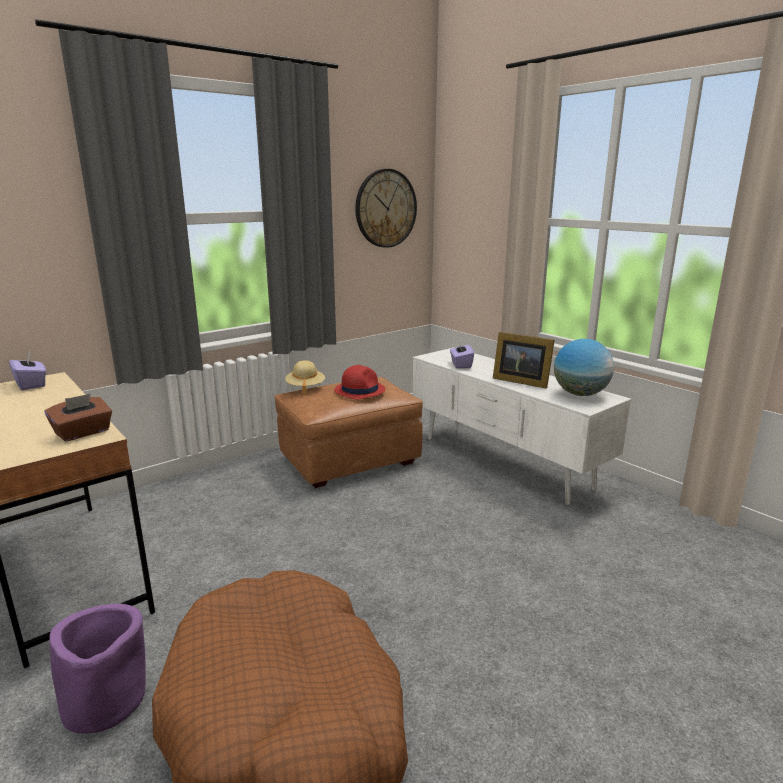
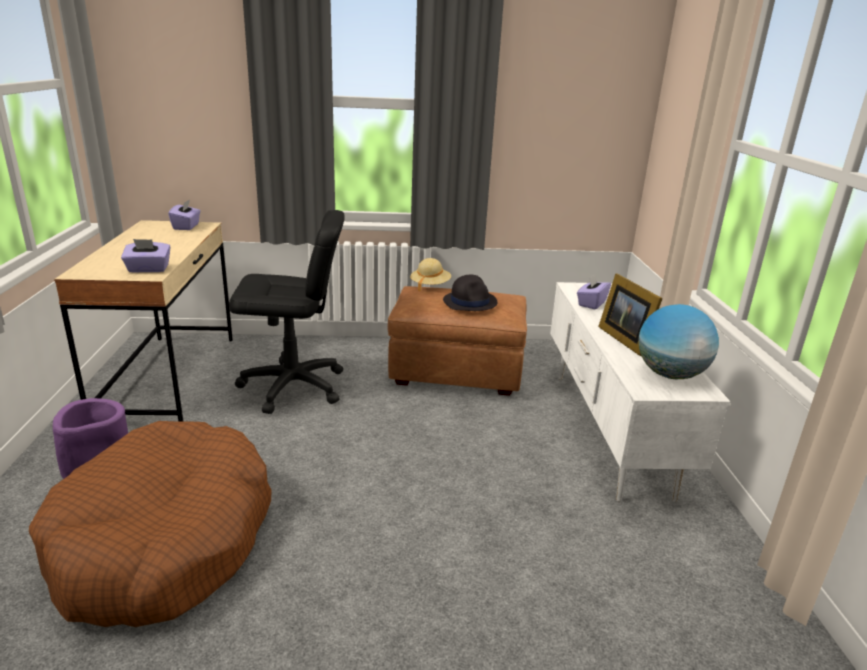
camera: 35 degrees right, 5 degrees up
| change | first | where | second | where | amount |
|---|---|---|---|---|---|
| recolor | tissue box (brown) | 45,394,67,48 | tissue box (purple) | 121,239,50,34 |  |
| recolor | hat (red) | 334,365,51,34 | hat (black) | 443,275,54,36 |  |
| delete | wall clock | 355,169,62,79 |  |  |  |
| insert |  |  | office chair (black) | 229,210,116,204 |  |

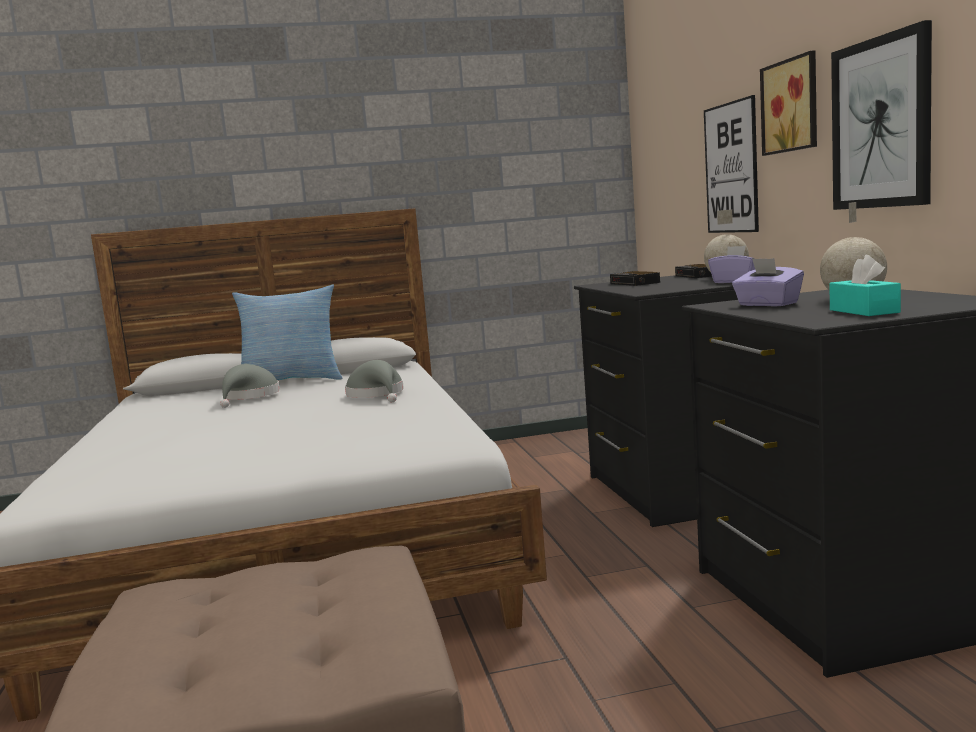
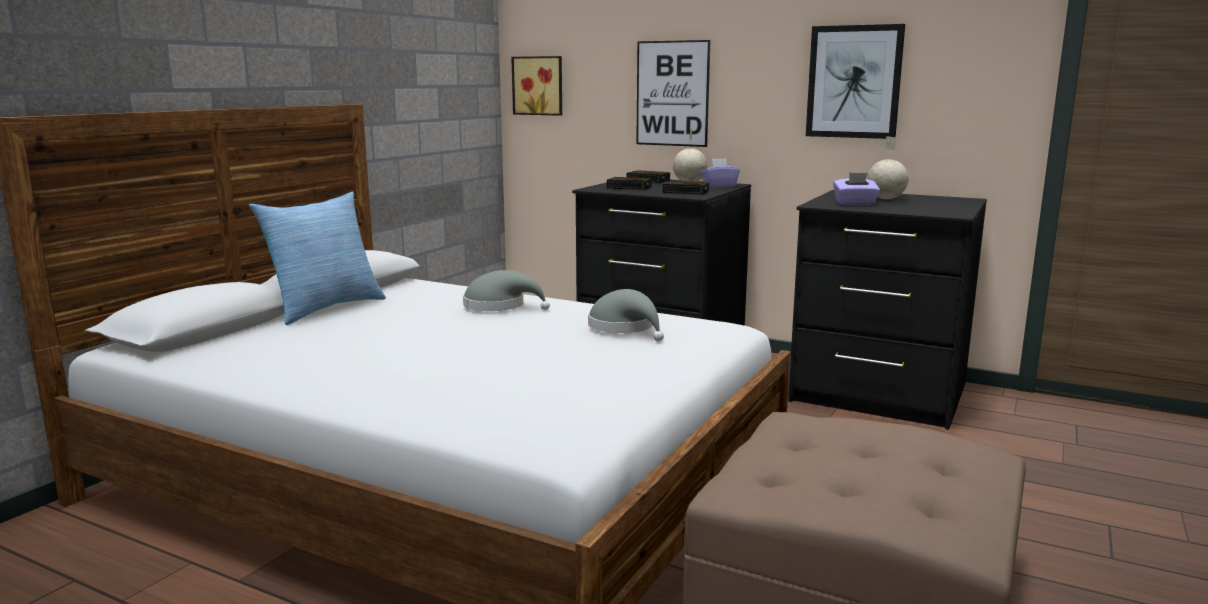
camera: 50 degrees left, 5 degrees up
| change | first | where | second | where | amount |
|---|---|---|---|---|---|
| move | hat (grey) | 220,364,60,44 |  | 588,289,76,52 |  |
| move | picture | 760,50,57,106 |  | 511,56,51,60 |  |
| delete | tissue box (turquoise) | 829,255,72,61 |  |  |  |
| insert |  |  | alarm clock | 663,181,46,14 |  |

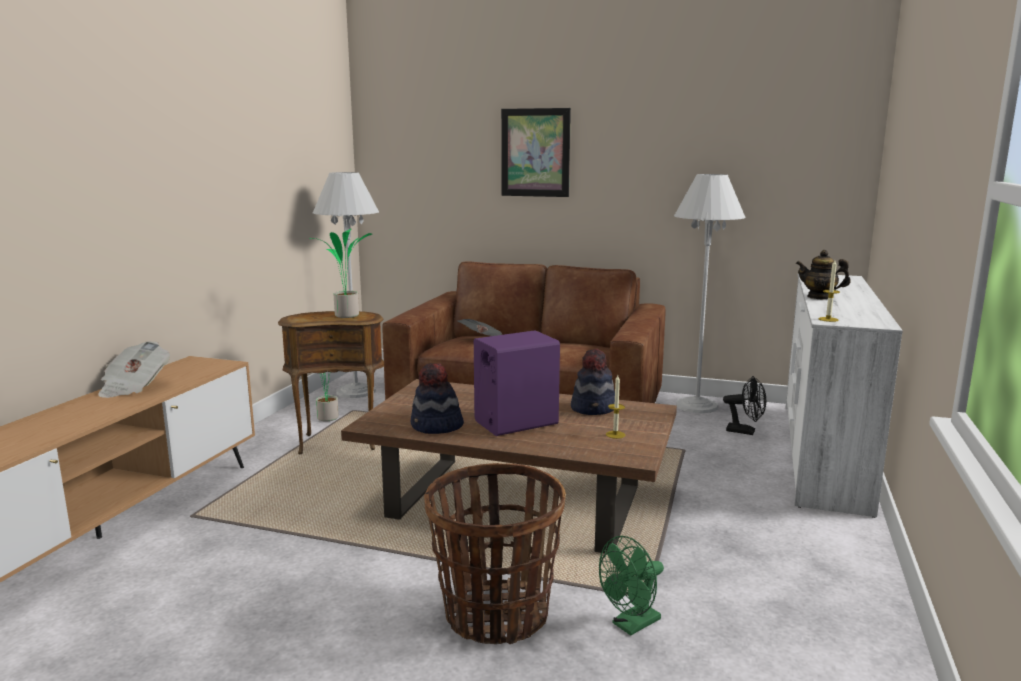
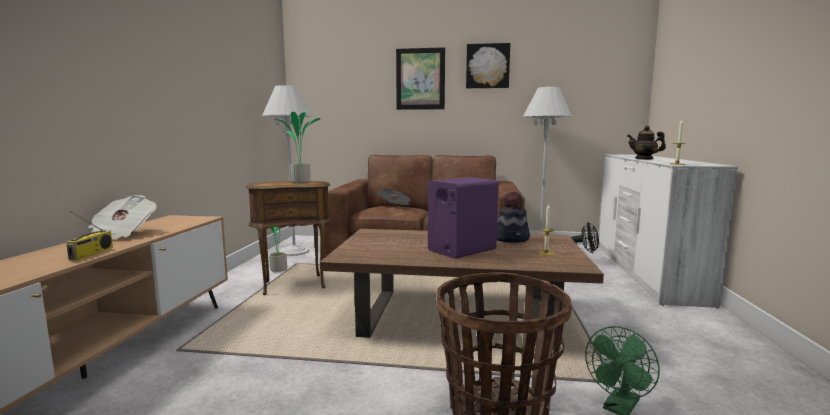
camera: 10 degrees left, 5 degrees down
| change | first | where | second | where | amount |
|---|---|---|---|---|---|
| delete | hat | 410,363,54,71 |  |  |  |
| insert |  |  | radio | 66,211,47,49 |  |
| insert |  |  | picture | 466,43,44,45 |  |

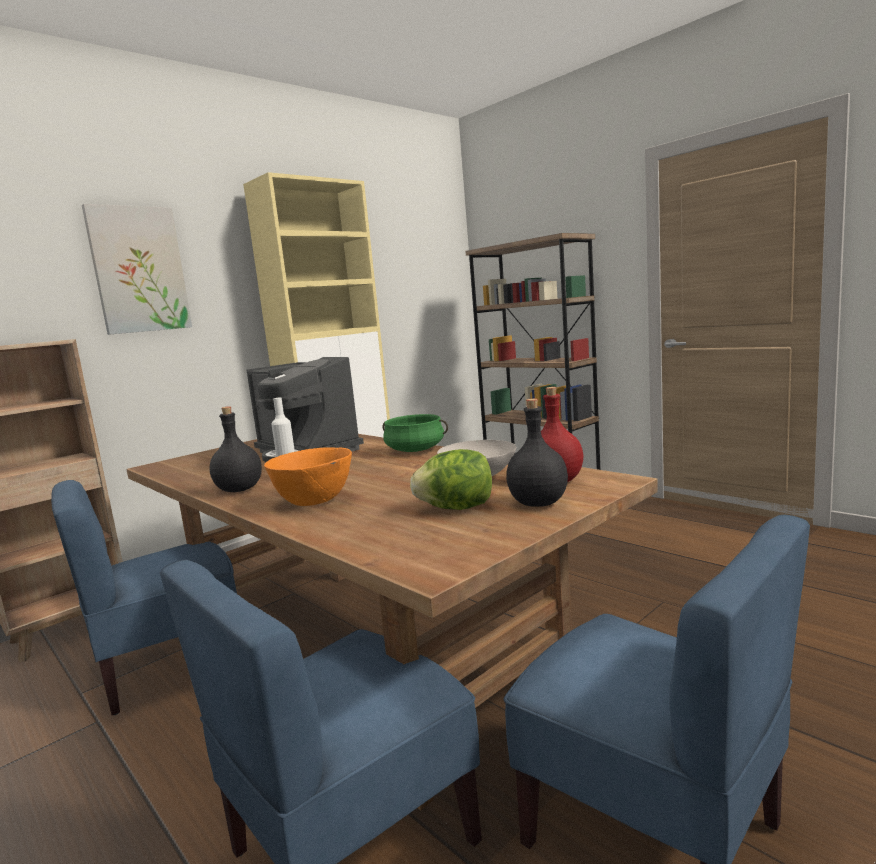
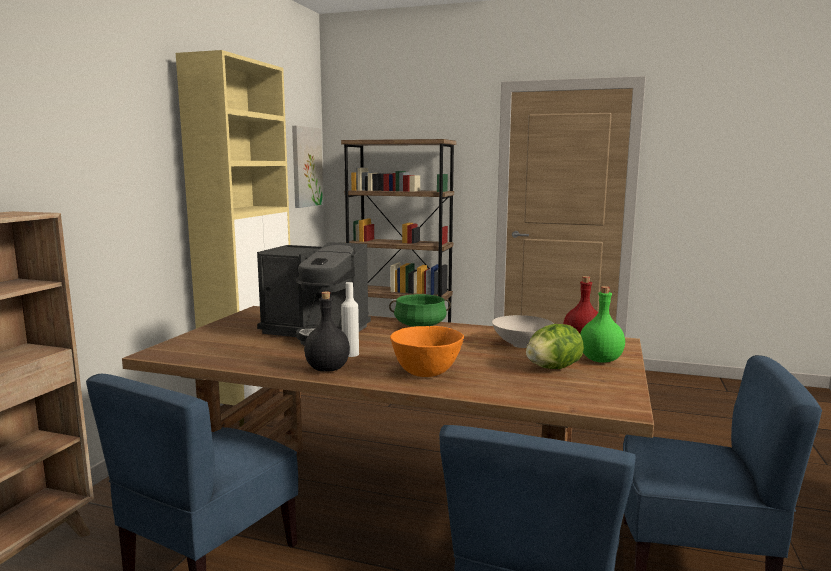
camera: 30 degrees left, 0 degrees up
| change | first | where | second | where | amount |
|---|---|---|---|---|---|
| move | picture | 82,204,110,131 |  | 292,126,31,82 |  |
| recolor | bottle (black) | 506,399,62,108 | bottle (green) | 580,286,45,77 |  |

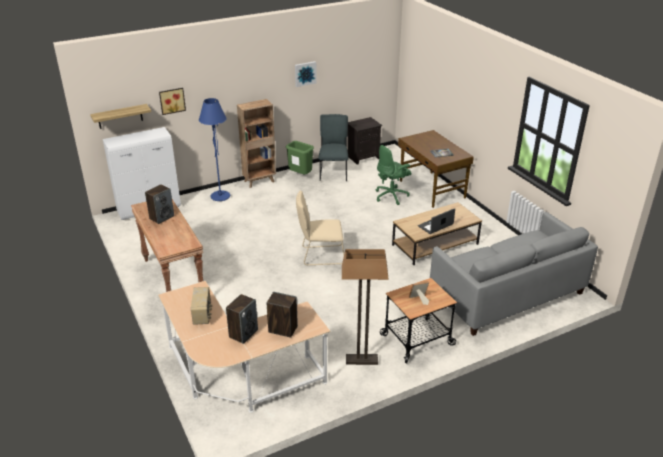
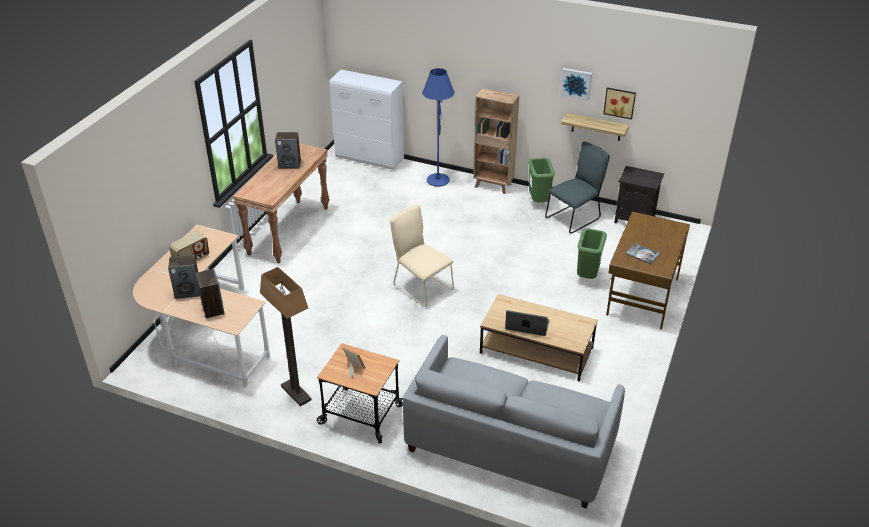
camera: 50 degrees right, 5 degrees up
| change | first | where | second | where | amount |
|---|---|---|---|---|---|
| move | shelf | 90,104,61,25 |  | 561,113,68,28 |  |
| move | picture | 159,88,27,27 |  | 603,87,33,33 |  |
| replace | office chair (green) | 376,145,35,60 | trash can (green) | 577,228,30,51 |  |

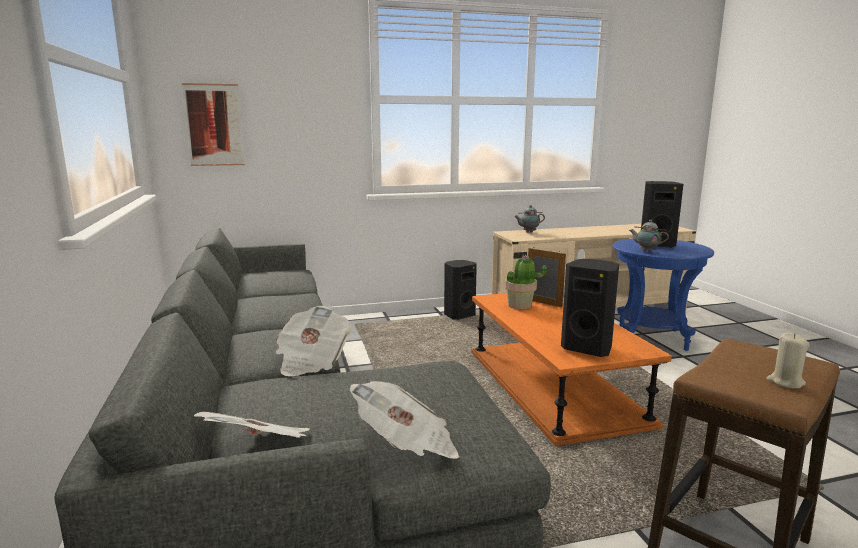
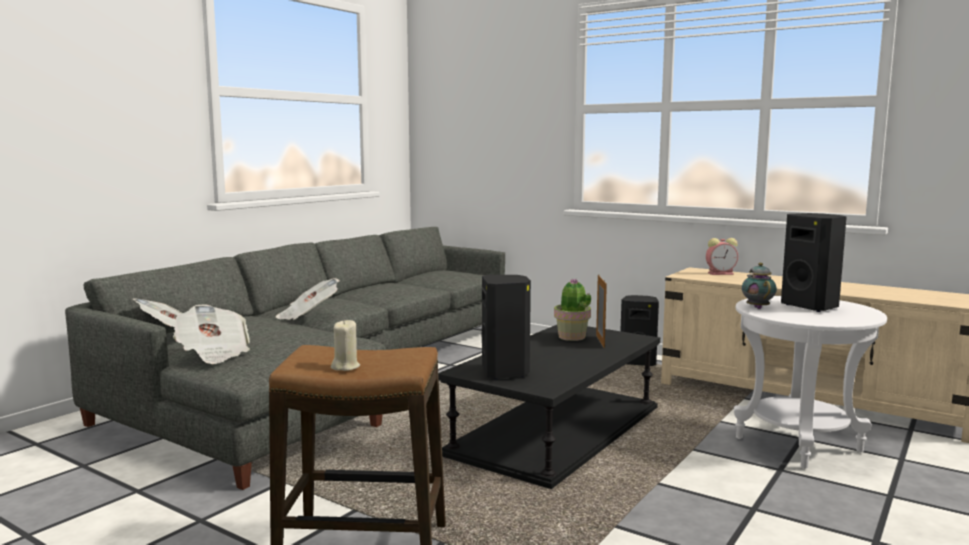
camera: 50 degrees right, 5 degrees down
| change | first | where | second | where | amount |
|---|---|---|---|---|---|
| delete | picture | 182,83,63,83 |  |  |  |
| recolor | coffee table (orange) | 471,293,201,153 | coffee table (black) | 438,325,222,164 |  |
| replace | teapot | 514,205,31,28 | alarm clock | 706,238,32,37 |  |
| recolor | side table (blue) | 613,239,101,112 | side table (white) | 734,296,153,173 |  |

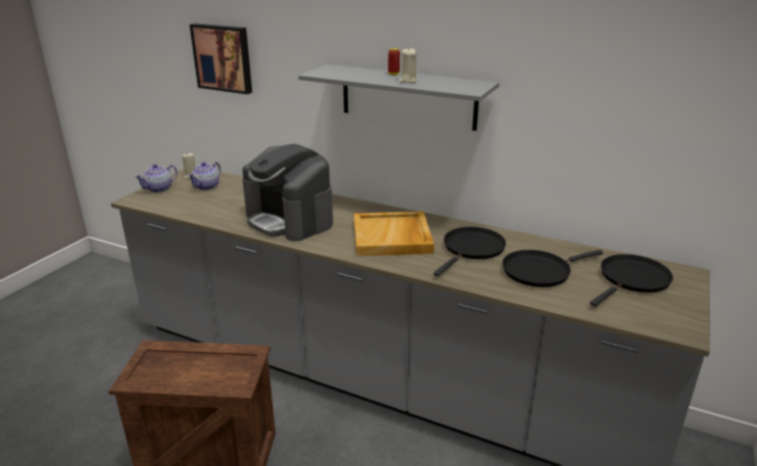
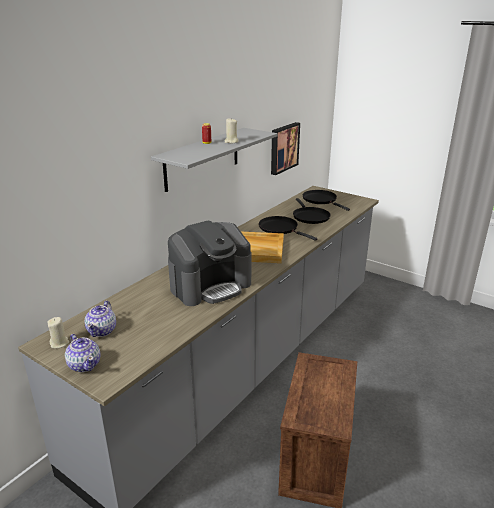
camera: 80 degrees left, 0 degrees up
| change | first | where | second | where | amount |
|---|---|---|---|---|---|
| rotate | teapot | 188,162,33,28 |  | 85,301,31,36 | 60 degrees clockwise |
| move | picture | 189,23,63,71 |  | 271,122,29,53 |  |

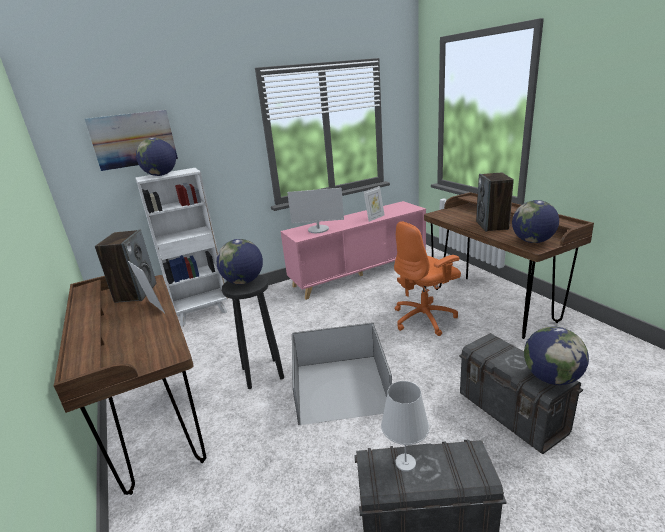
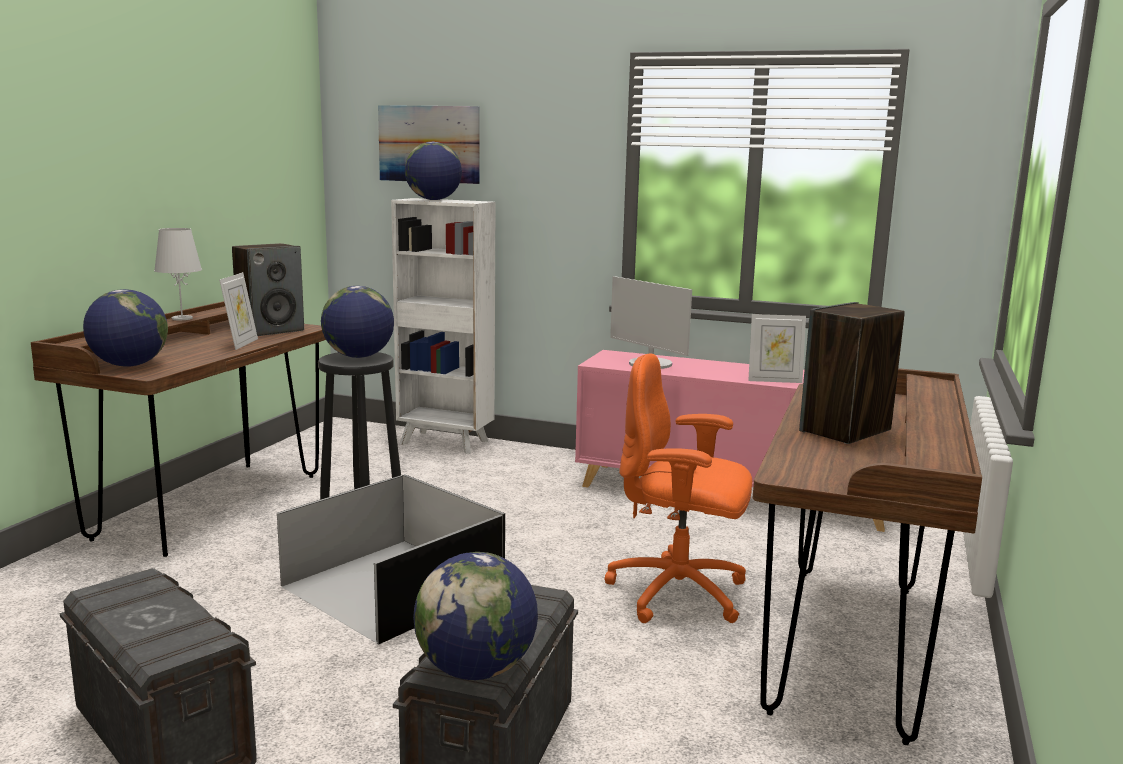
camera: 45 degrees right, 10 degrees down
| change | first | where | second | where | amount |
|---|---|---|---|---|---|
| move | table lamp (white) | 381,381,48,91 |  | 154,228,48,92 |  |
| move | globe | 512,200,47,43 |  | 83,289,85,78 |  |

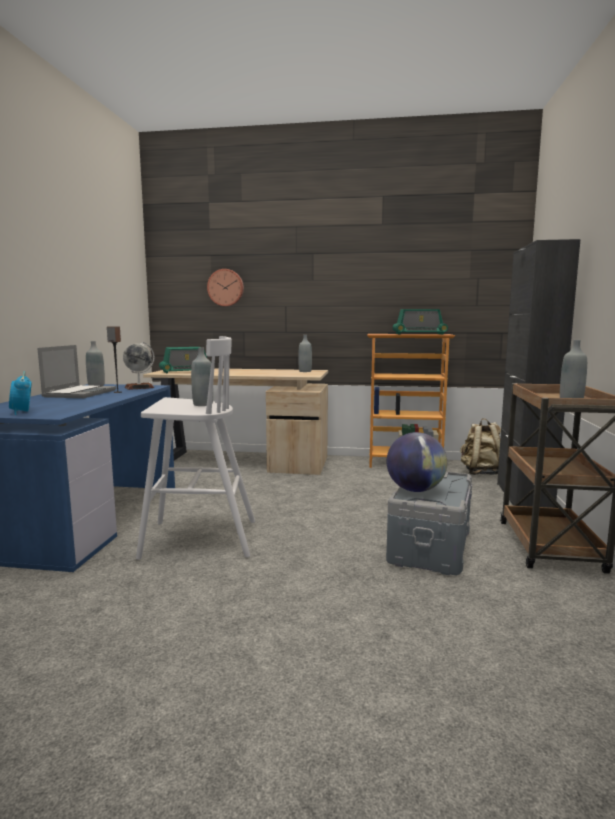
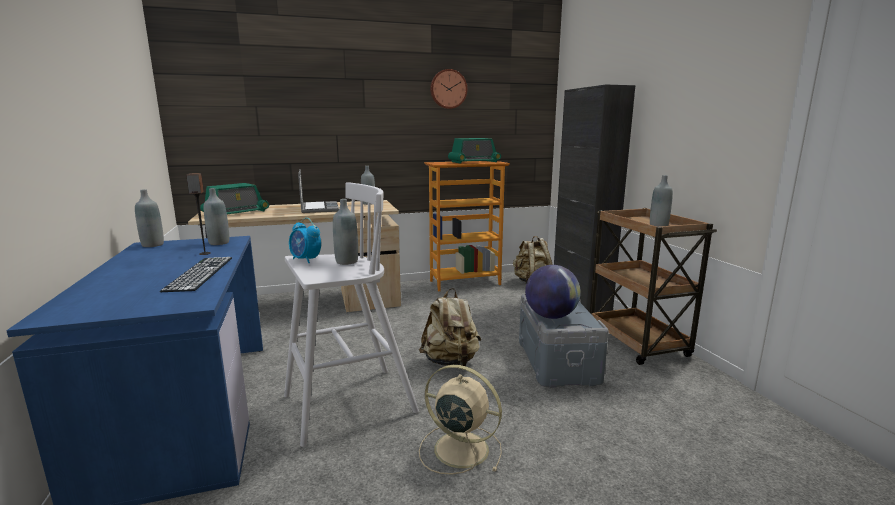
camera: 25 degrees left, 5 degrees up
| change | first | where | second | where | amount |
|---|---|---|---|---|---|
| move | alarm clock | 9,371,23,44 |  | 289,218,32,45 |  |
| move | laptop | 37,345,79,53 |  | 298,169,41,44 |  |
| replace | globe | 123,342,31,48 | bottle (grey) | 204,188,25,57 |  |
| move | wall clock | 207,269,37,37 |  | 430,69,37,40 |  |
| insert |  |  | keyboard | 160,257,72,35 |  |
| insert |  |  | backpack (beige) | 419,288,62,78 |  |
| insert |  |  | fan (beige) | 419,365,83,110 |  |

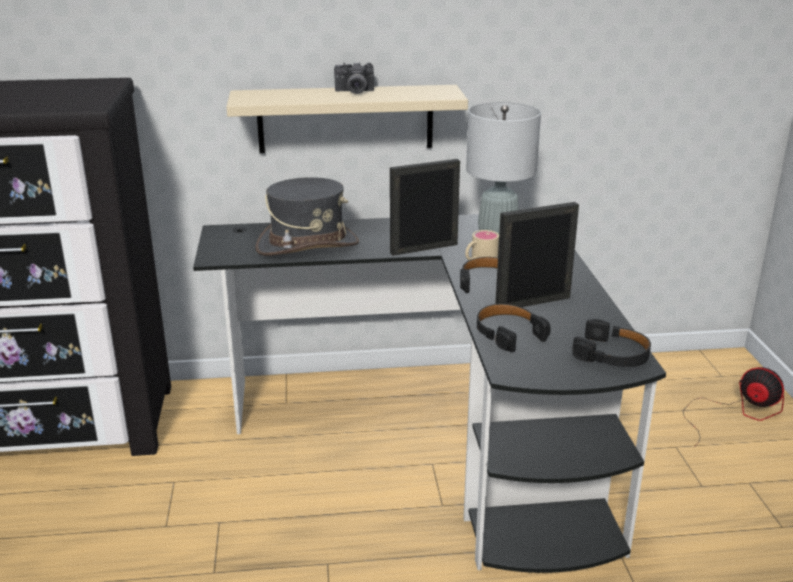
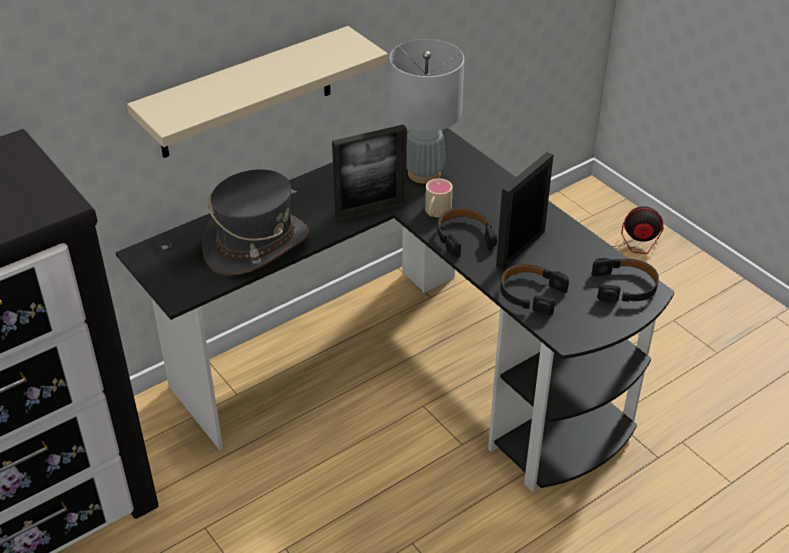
camera: 30 degrees left, 15 degrees up
| change | first | where | second | where | amount |
|---|---|---|---|---|---|
| delete | photo camera | 334,62,40,32 |  |  |  |
| rotate | picture frame | 390,159,70,97 |  | 332,124,75,98 | 150 degrees counterclockwise |

